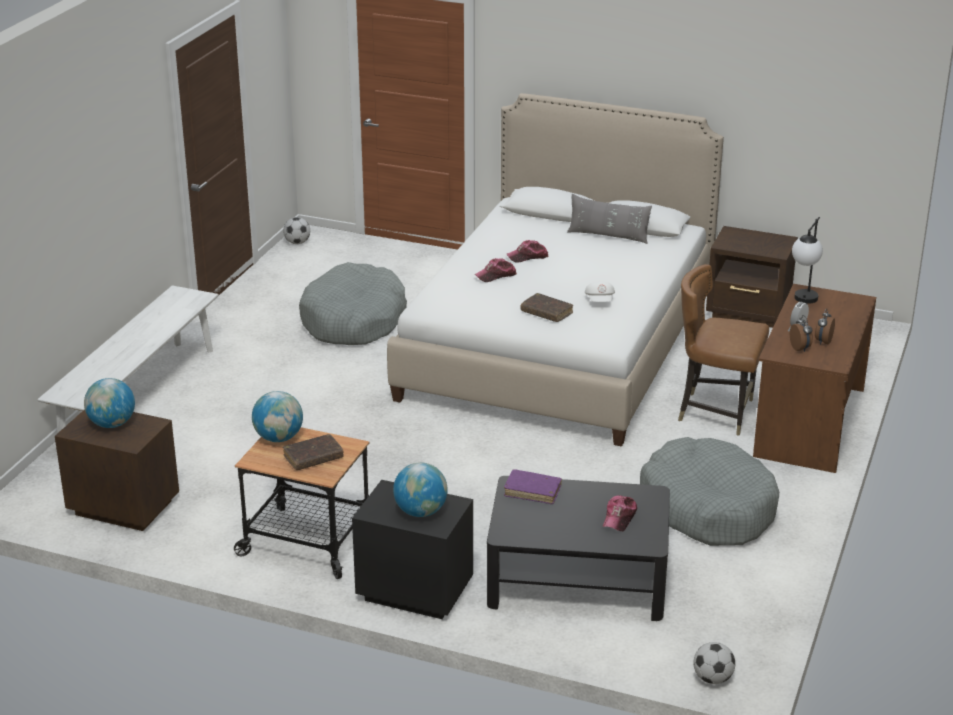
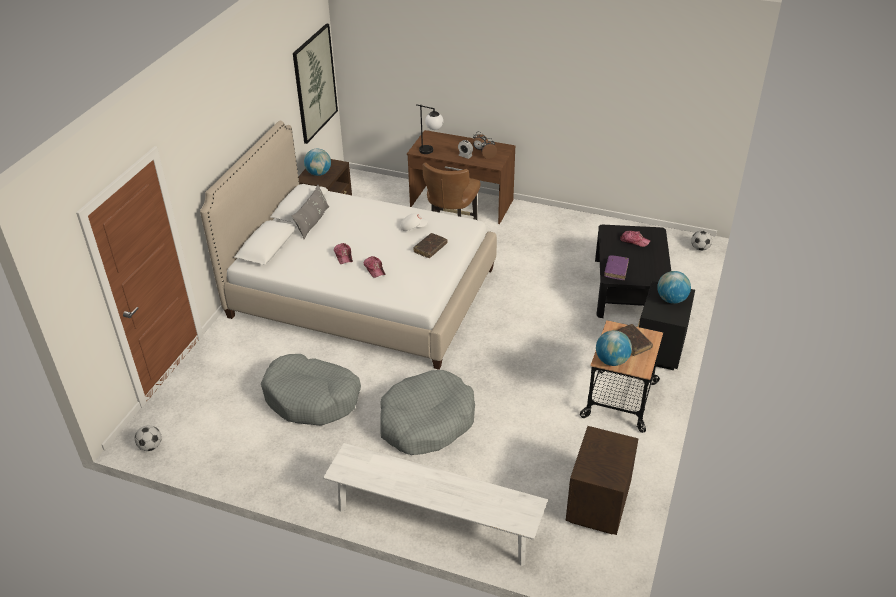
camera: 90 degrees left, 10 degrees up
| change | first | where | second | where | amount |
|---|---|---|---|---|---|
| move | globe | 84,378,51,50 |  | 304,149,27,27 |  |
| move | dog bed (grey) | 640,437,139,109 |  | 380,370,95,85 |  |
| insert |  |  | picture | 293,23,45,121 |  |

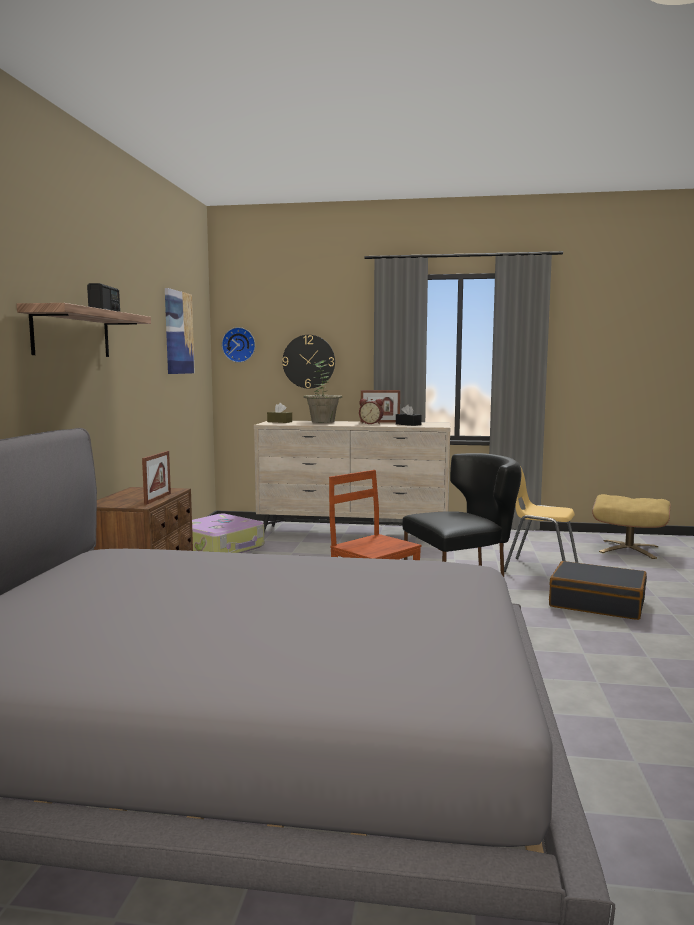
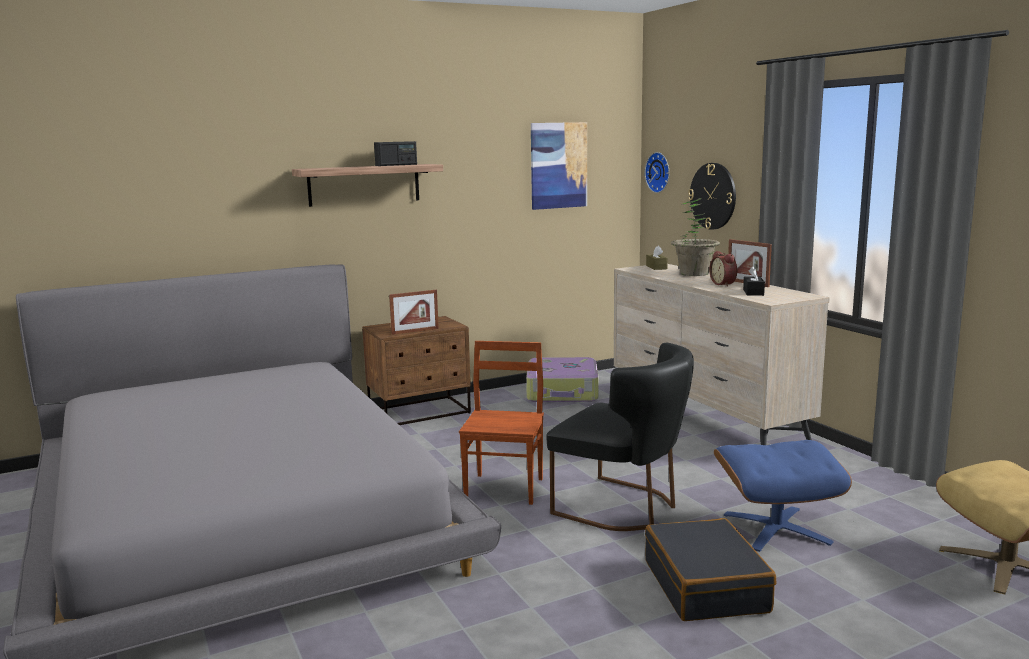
camera: 55 degrees right, 5 degrees up
| change | first | where | second | where | amount |
|---|---|---|---|---|---|
| replace | chair (yellow) | 504,466,74,106 | ottoman (blue) | 714,440,138,112 |  |

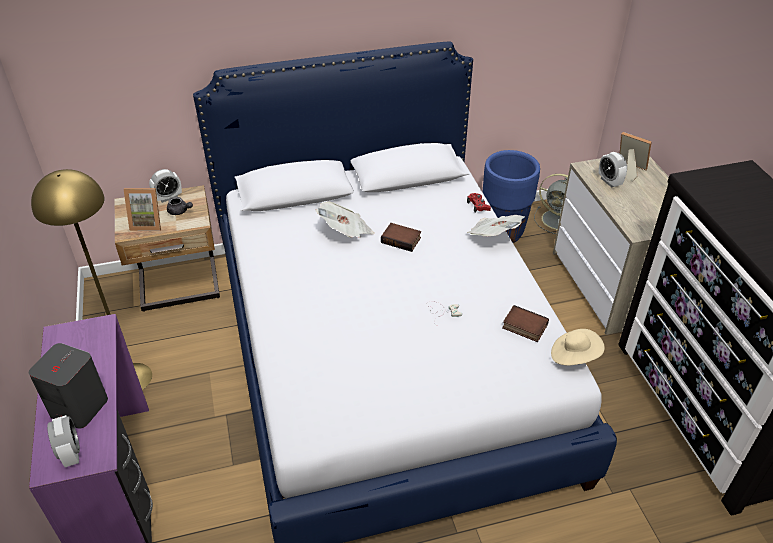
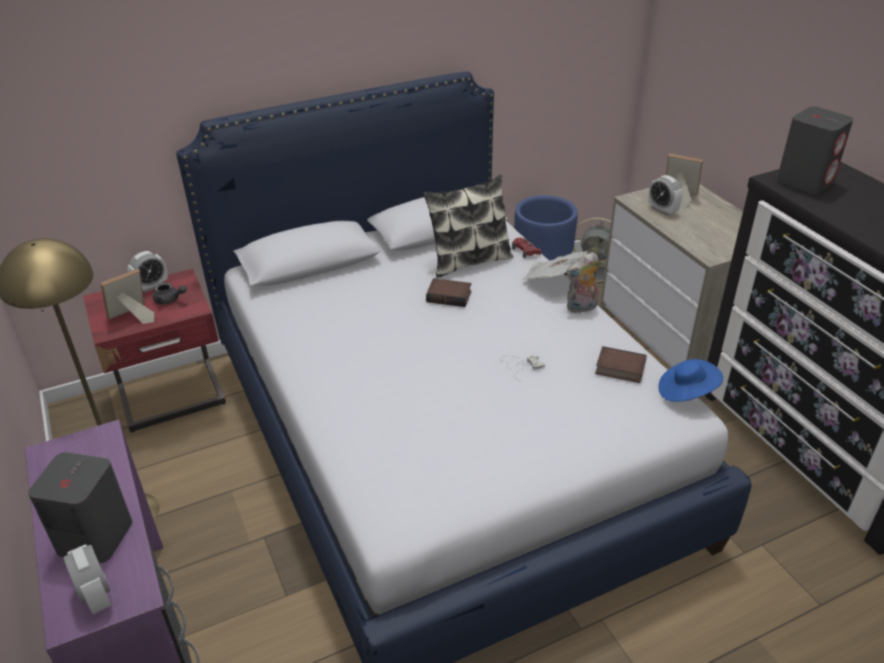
camera: 10 degrees left, 5 degrees down
| change | first | where | second | where | amount |
|---|---|---|---|---|---|
| recolor | nightstand (beige) | 115,185,105,127 | nightstand (red) | 83,269,143,163 |  |
| rotate | picture frame | 123,188,38,43 |  | 101,269,53,55 | 150 degrees clockwise |
| delete | newspaper | 315,202,60,36 |  |  |  |
| recolor | hat (beige) | 551,329,54,37 | hat (blue) | 658,359,65,43 |  |
| insert |  |  | pillow | 423,175,90,103 |  |
| insert |  |  | plush toy | 566,252,33,61 |  |
| insert |  |  | speaker (grey) | 777,107,76,87 |  |

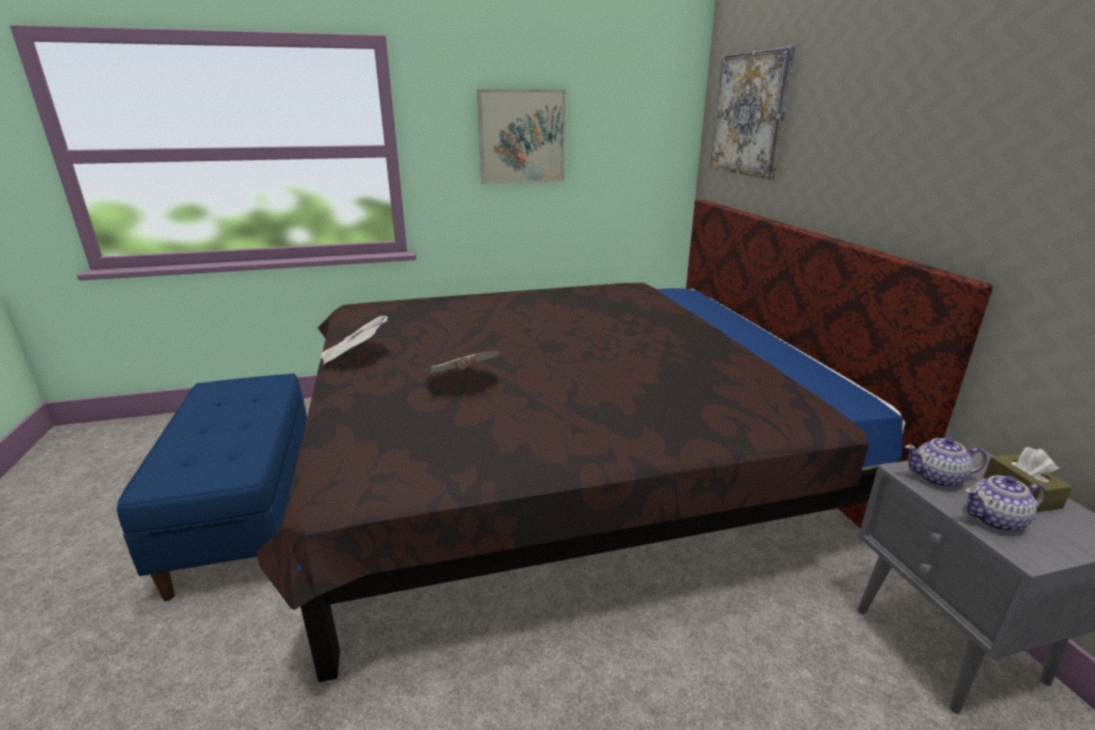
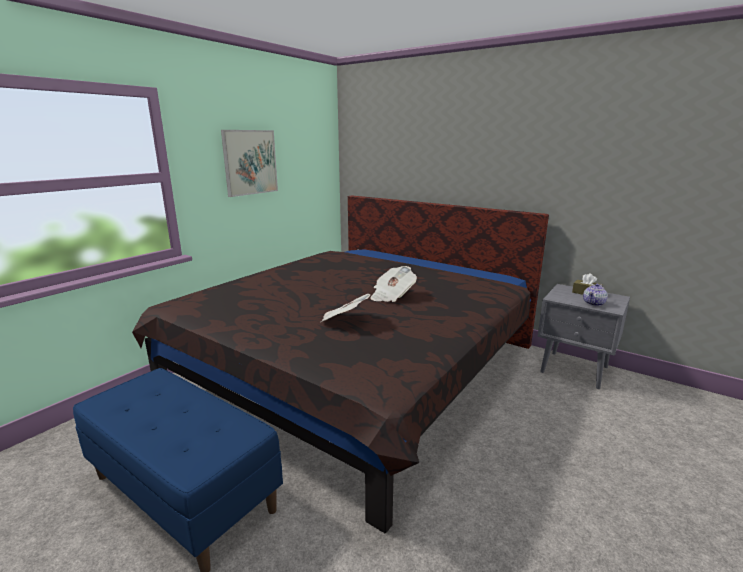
camera: 40 degrees left, 5 degrees down
| change | first | where | second | where | amount |
|---|---|---|---|---|---|
| move | newspaper | 321,316,67,49 |  | 370,266,47,36 |  |
| delete | picture | 710,46,85,134 |  |  |  |
| delete | teapot | 905,437,82,51 |  |  |  |

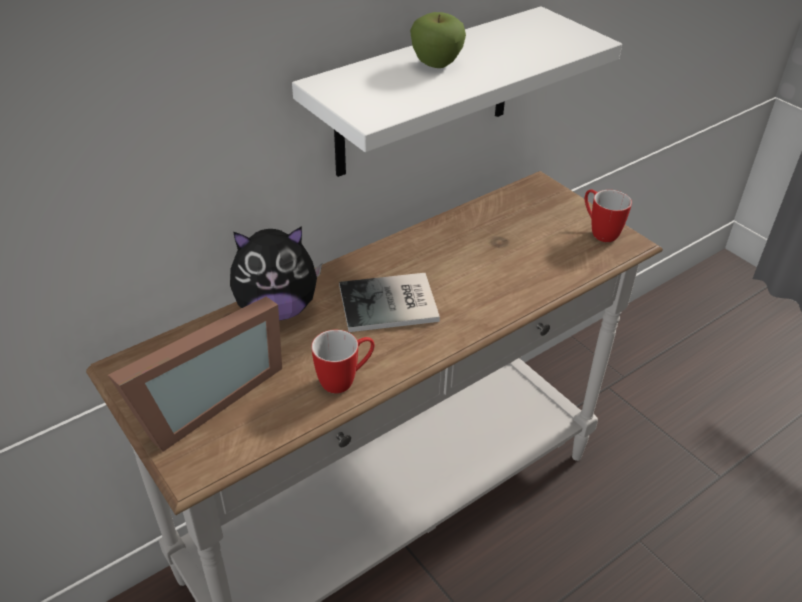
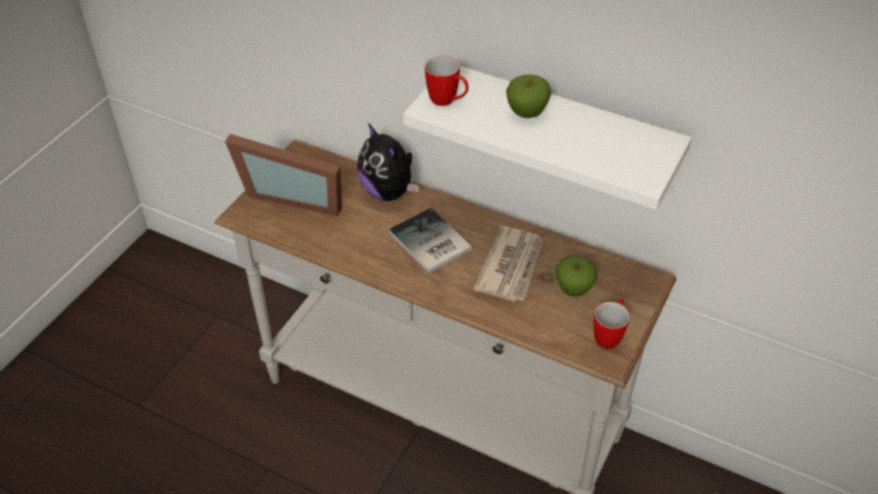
camera: 65 degrees right, 5 degrees up
| change | first | where | second | where | amount |
|---|---|---|---|---|---|
| move | mug | 311,330,64,64 |  | 425,56,44,50 |  |
| insert |  |  | newspaper | 473,226,70,75 |  |
| insert |  |  | apple | 555,255,42,42 |  |

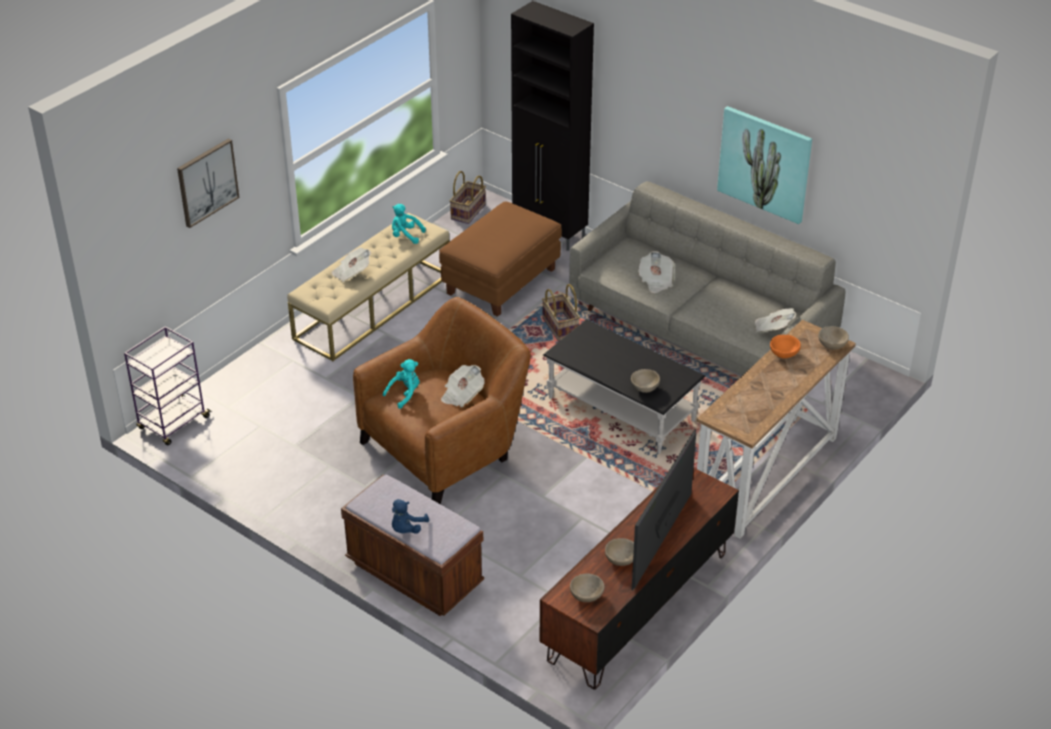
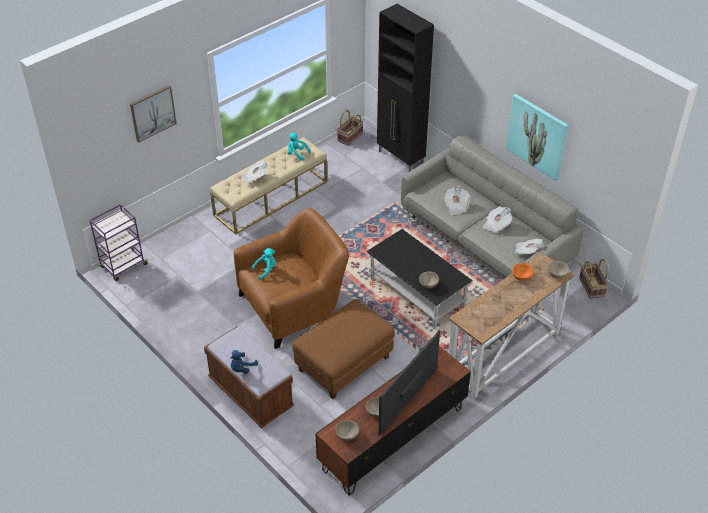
camera: 10 degrees right, 5 degrees up
| change | first | where | second | where | amount |
|---|---|---|---|---|---|
| move | ottoman (brown) | 439,202,123,115 |  | 292,299,103,100 |  |
| move | newspaper | 441,365,44,42 |  | 483,206,29,27 |  |
| move | basket | 542,284,38,57 |  | 579,259,29,40 |  |

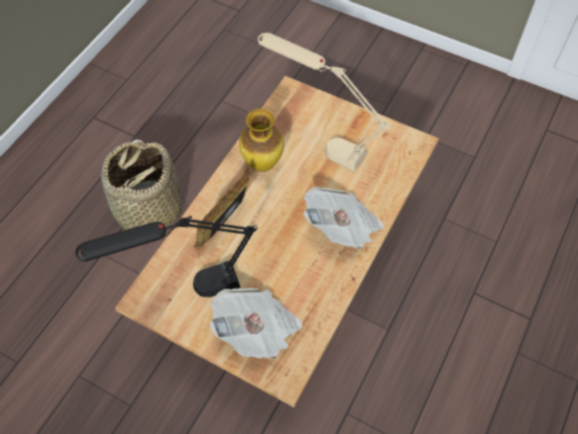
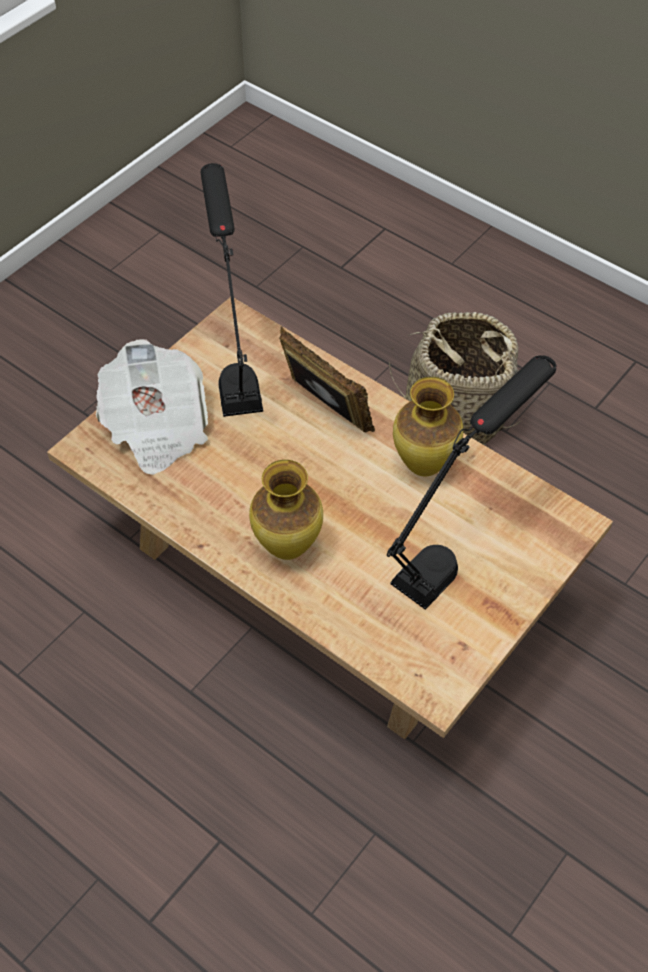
camera: 100 degrees right, 5 degrees down
| change | first | where | second | where | amount |
|---|---|---|---|---|---|
| recolor | table lamp (beige) | 258,33,133,139 | table lamp (black) | 387,355,170,254 |  |
| replace | newspaper | 303,187,81,62 | vase | 249,460,74,100 |  |

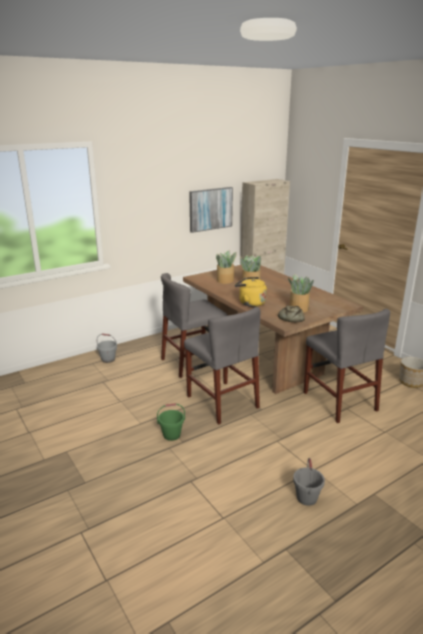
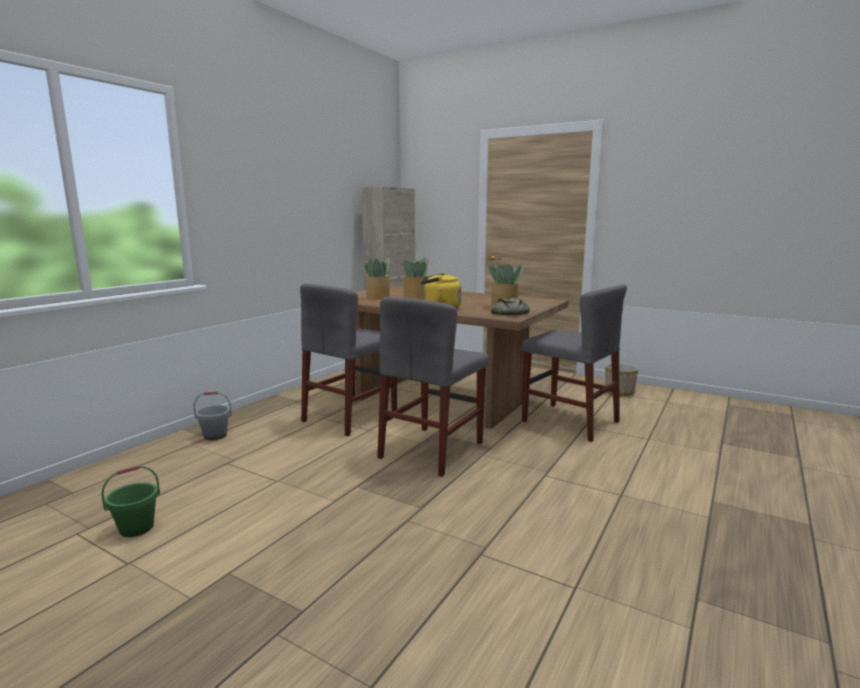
camera: 25 degrees left, 10 degrees down
| change | first | where | second | where | amount |
|---|---|---|---|---|---|
| move | bucket (green) | 157,403,28,38 |  | 101,466,59,71 |  |
| rotate | chair (grey) | 184,307,76,118 |  | 377,297,112,180 | 90 degrees clockwise |
| delete | picture | 189,187,44,46 |  |  |  |
| delete | bucket (grey) | 293,458,32,48 |  |  |  |

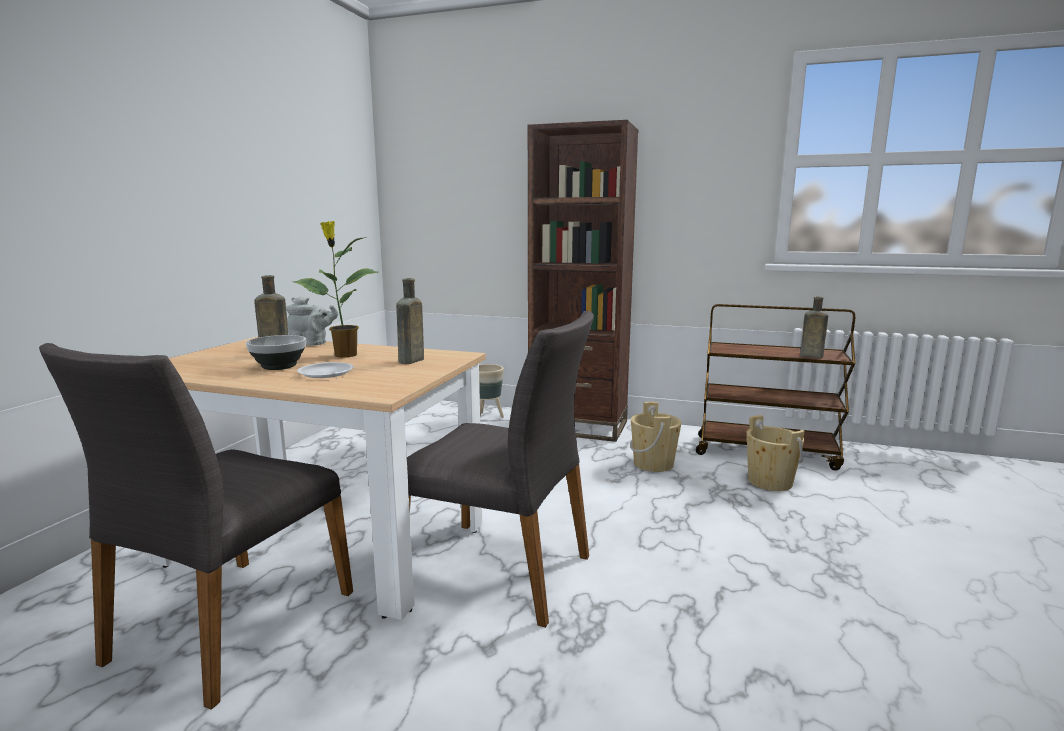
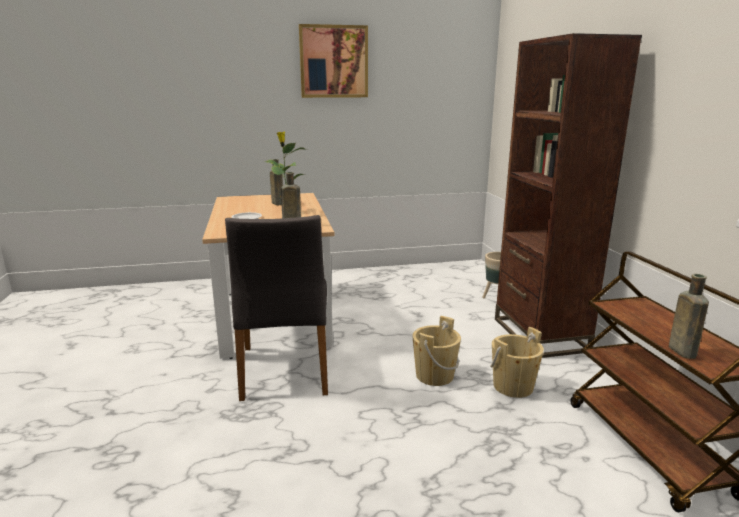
camera: 60 degrees right, 5 degrees up
| change | first | where | second | where | amount |
|---|---|---|---|---|---|
| delete | chair (grey) | 39,343,314,367 |  |  |  |
| delete | bowl | 246,335,60,35 |  |  |  |
| delete | teapot (grey) | 286,296,52,49 |  |  |  |
| move | bucket (beige) | 747,415,58,76 |  | 412,316,49,70 |  |
| insert |  |  | picture | 299,24,69,74 |  |

